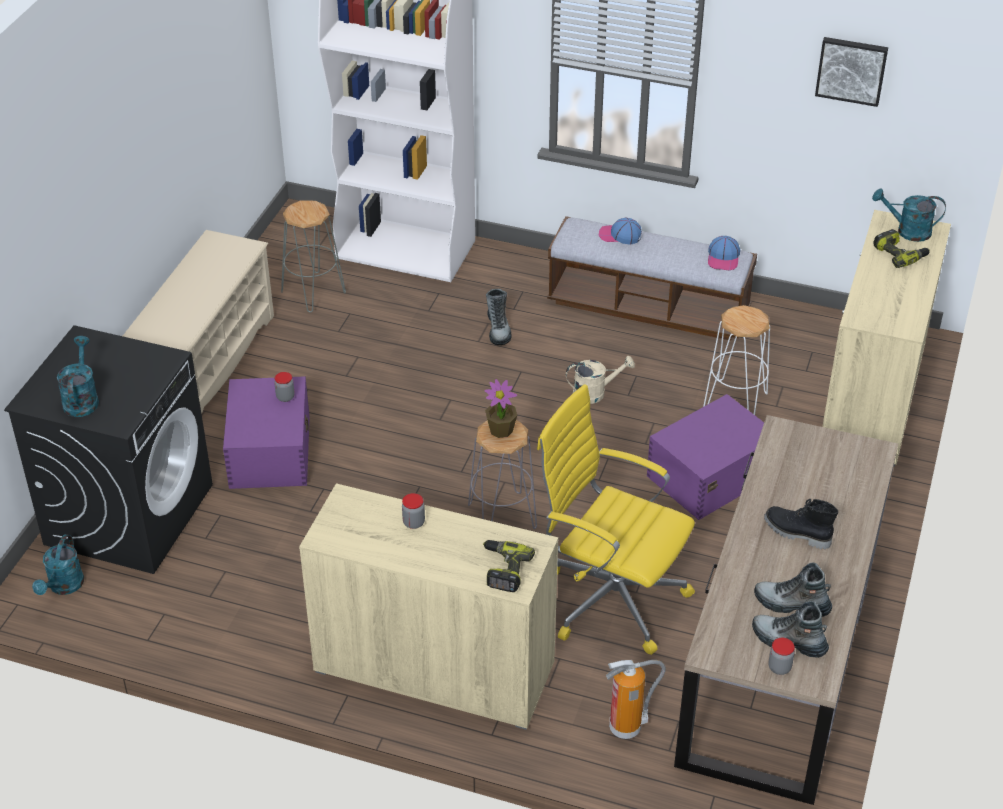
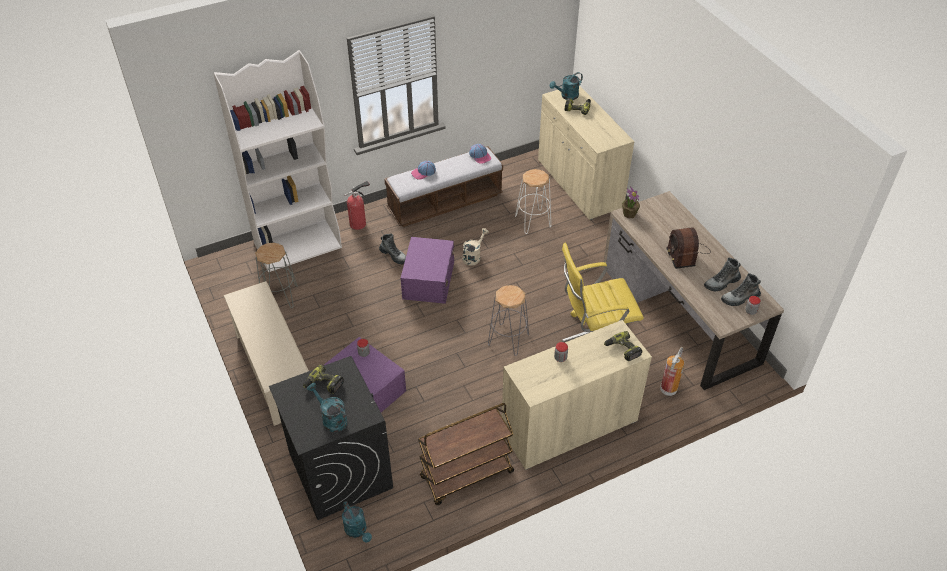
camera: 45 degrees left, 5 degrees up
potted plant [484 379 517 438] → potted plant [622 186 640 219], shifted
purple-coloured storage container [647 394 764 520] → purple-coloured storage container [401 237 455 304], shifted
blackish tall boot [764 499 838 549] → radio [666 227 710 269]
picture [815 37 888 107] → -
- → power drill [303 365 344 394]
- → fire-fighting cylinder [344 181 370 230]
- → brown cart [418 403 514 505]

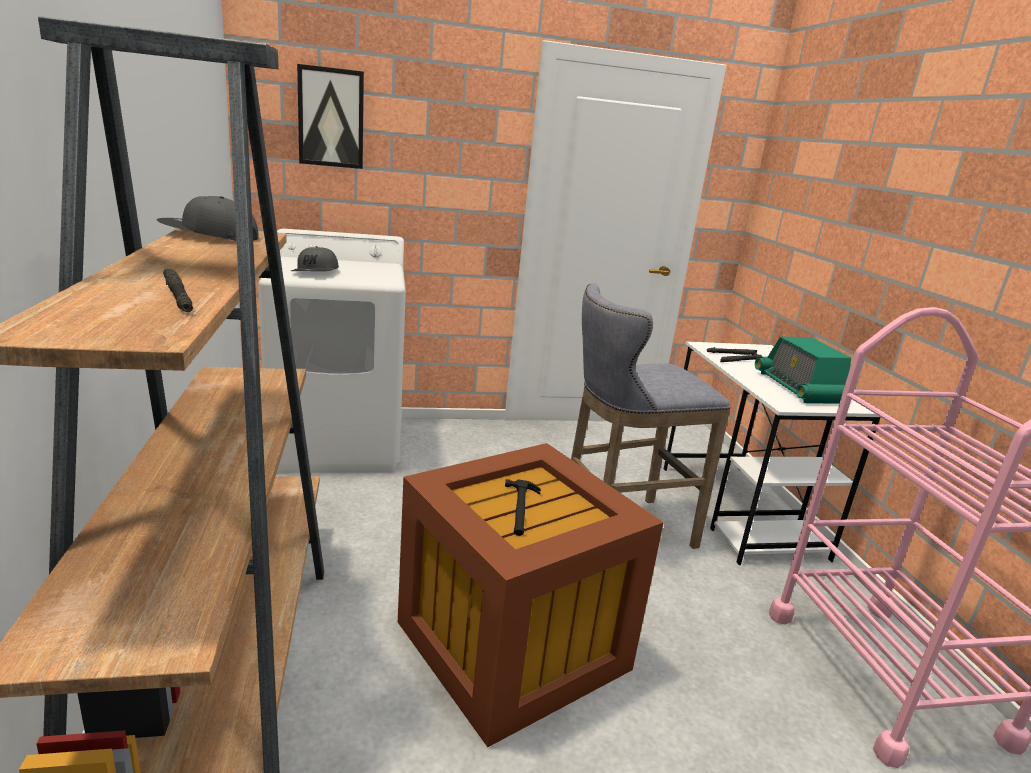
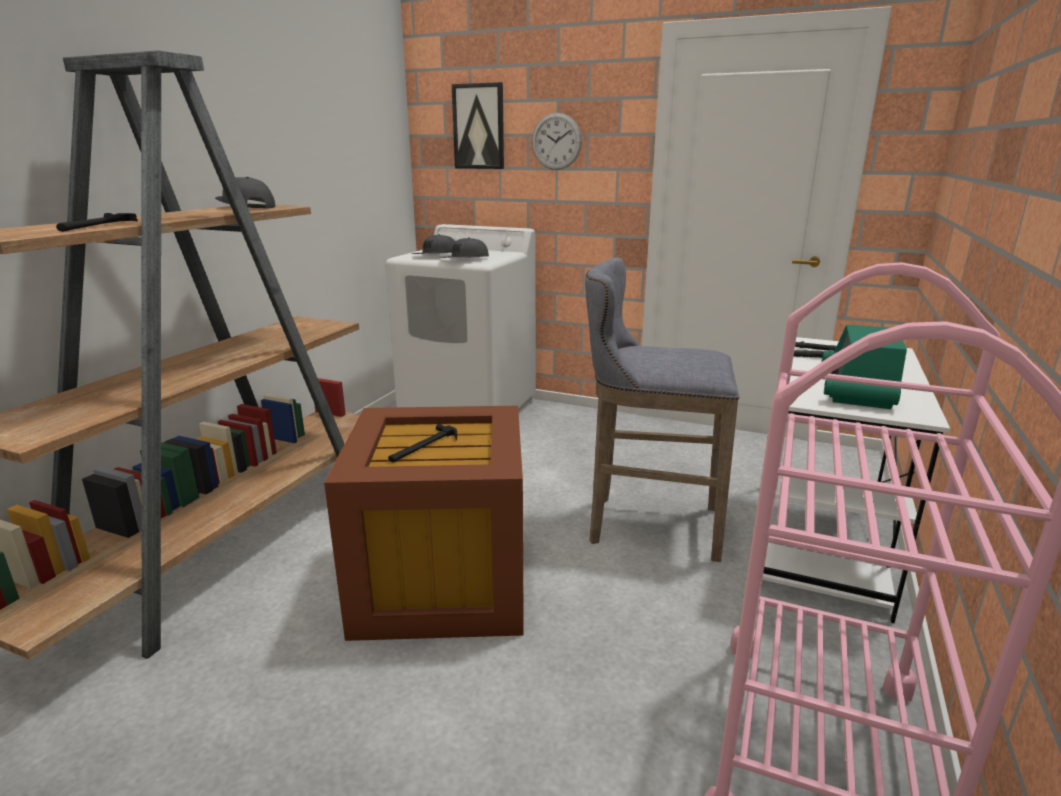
camera: 35 degrees right, 0 degrees up
blackish torch [163 269 193 312] → hammer [56 213 138 232]
- → gray cap [440 237 489 258]
- → clock on the wall [532 113 582 170]

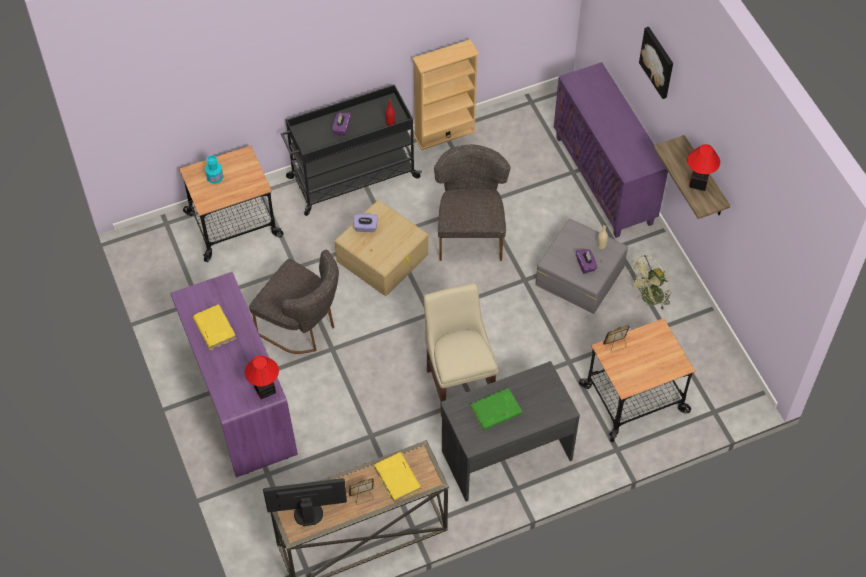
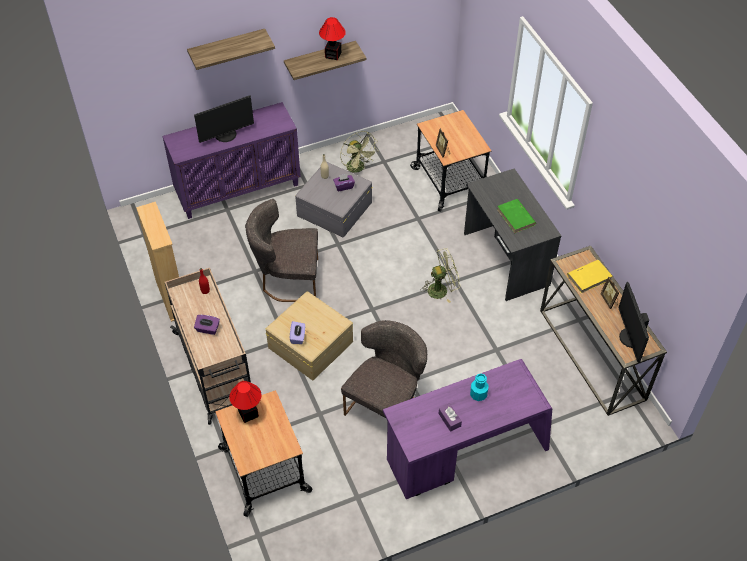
camera: 90 degrees left, 5 degrees down
yellow-coloured volume [193 304 236 350] → purple-coloured tissue holder [439 403 462 432]
turquoise drink bottle [205 155 223 184] → turquoise drink bottle [470 374 488 401], shifted
tabletop lamp [245 356 279 399] → tabletop lamp [229 381 261 423], shifted
blackish cart [281 85 422 216] → beige cart [165 268 251 425]
beige upright chair [424 283 498 417] → green-coloured electric fan [421 248 461 303]
picture [639 27 673 99] → shelf [187 29 275 70]
- → computer display [194 96 254 143]

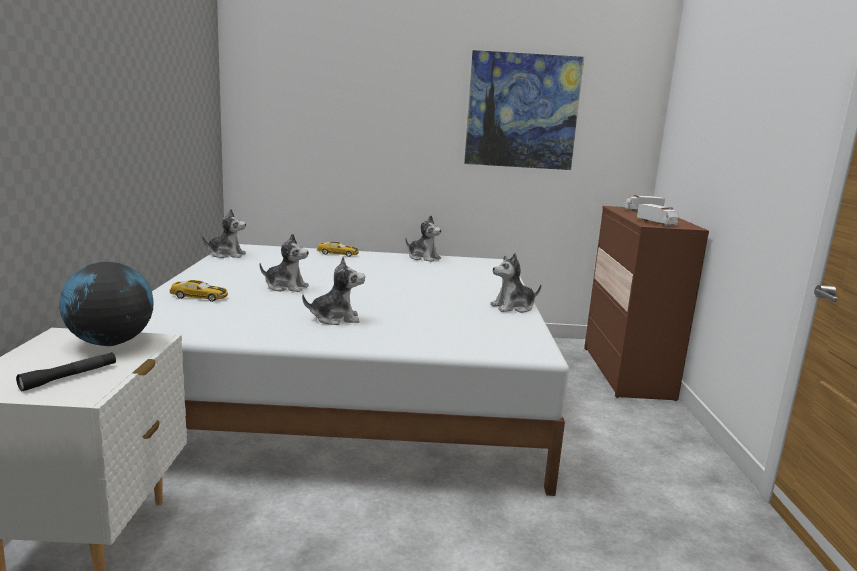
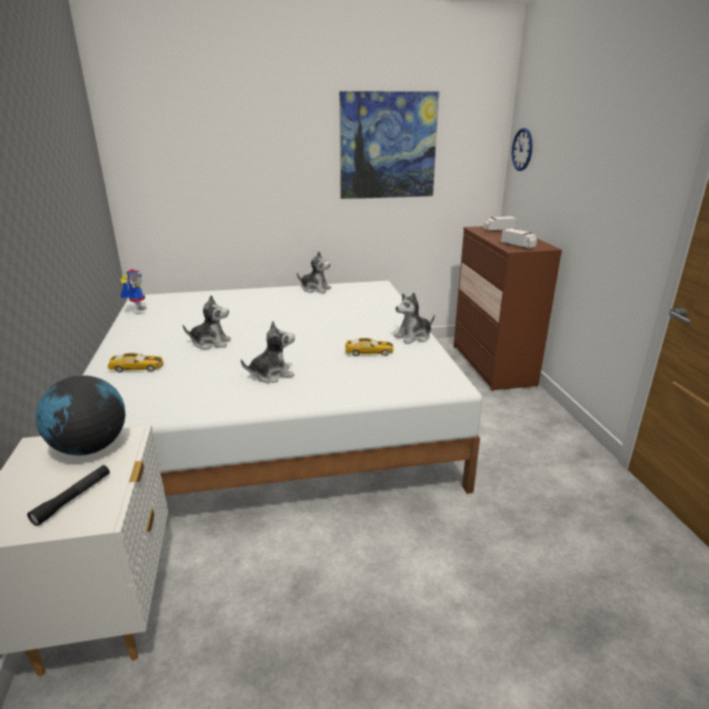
camera: 10 degrees left, 10 degrees up
soft toy [202 209 246 258] → robot figure [120 269 147 314]
miniature car [317 241 359 257] → miniature car [345 338 393 356], shifted
- → clock on the wall [512 128 533 171]

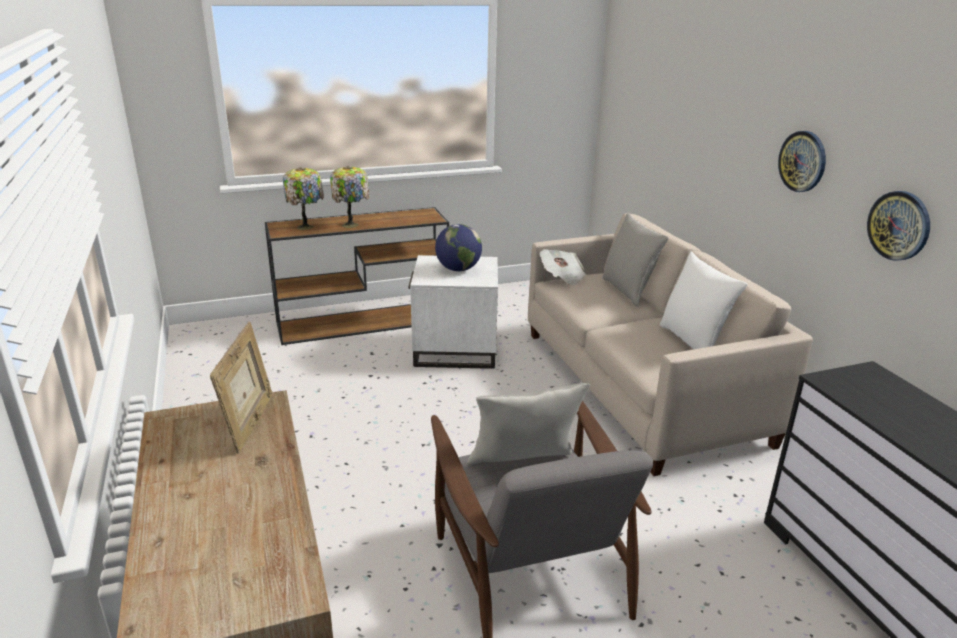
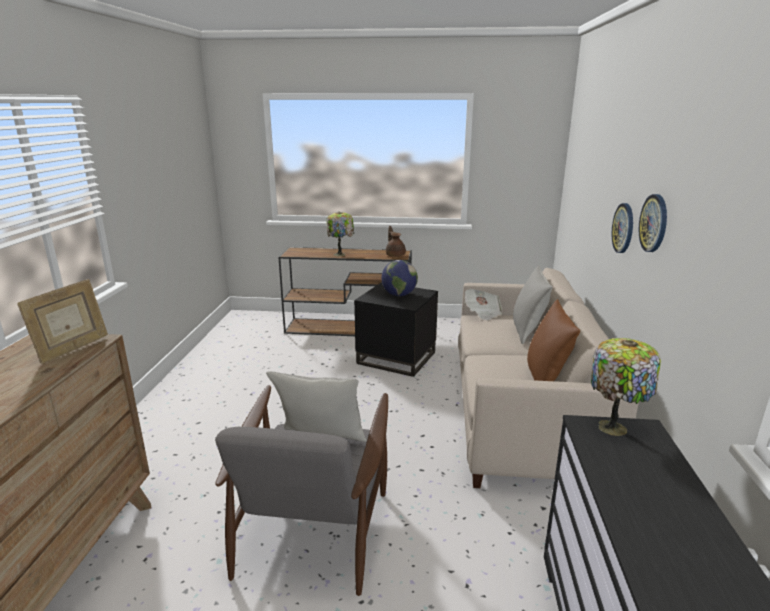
camera: 25 degrees right, 5 degrees down
tabletop lamp [283 167 324 230] → tabletop lamp [591 338 661 436], shifted
white side table [409 255 498 369] → blackish side table [354 282 438 377]
white throw pillow [660 251 748 349] → brown throw pillow [527 299 580 381]
clock on the wall [867 191 930 261] → clock on the wall [612 203 633 253], shifted
- → brown pot for tea [386 226 406 257]

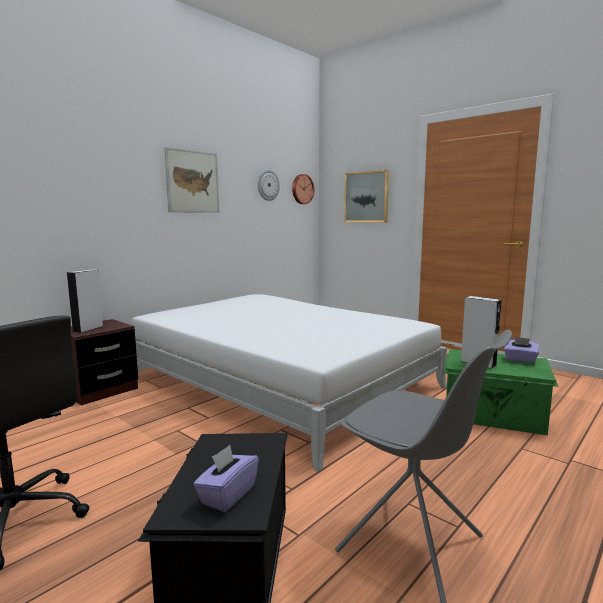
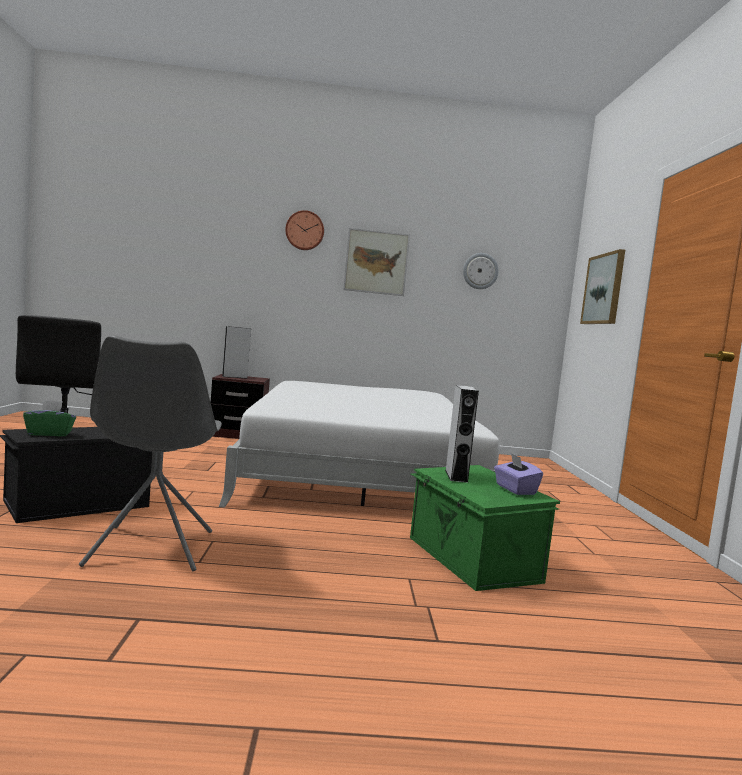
camera: 45 degrees right, 5 degrees down
purple-coloured tissue holder [193 445 259 512] → green-coloured tissue holder [23 400 76 436]
clock on the wall [292 174 314 204] → clock on the wall [285 210 324 250], shifted

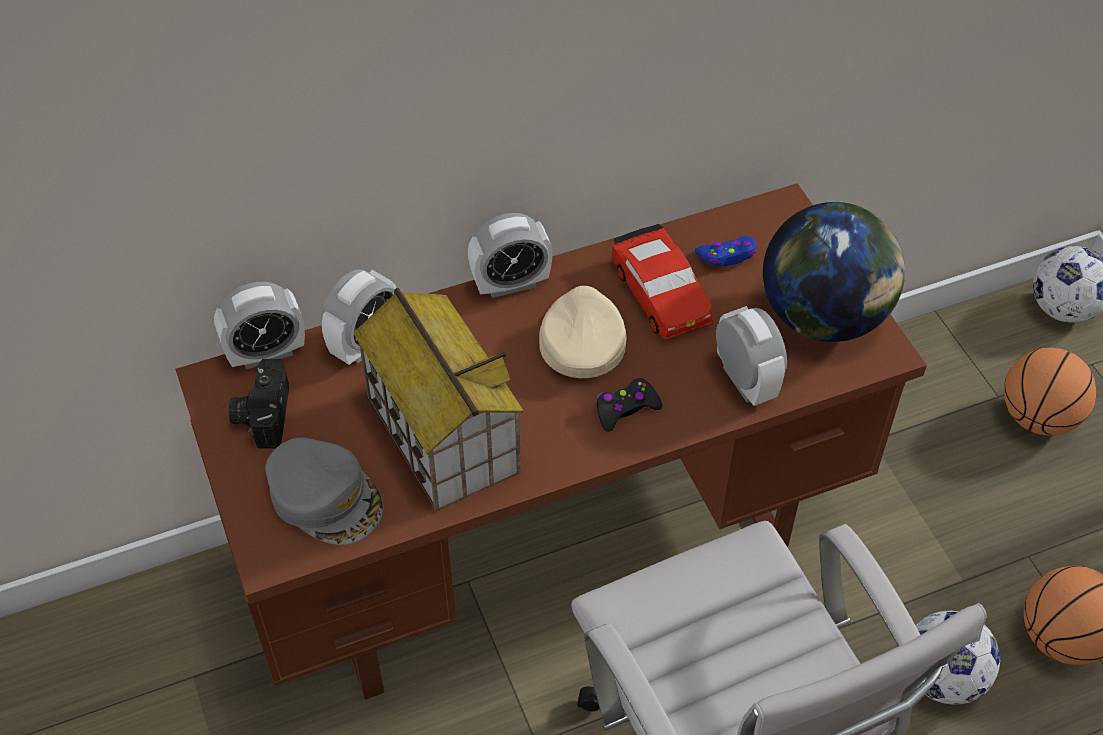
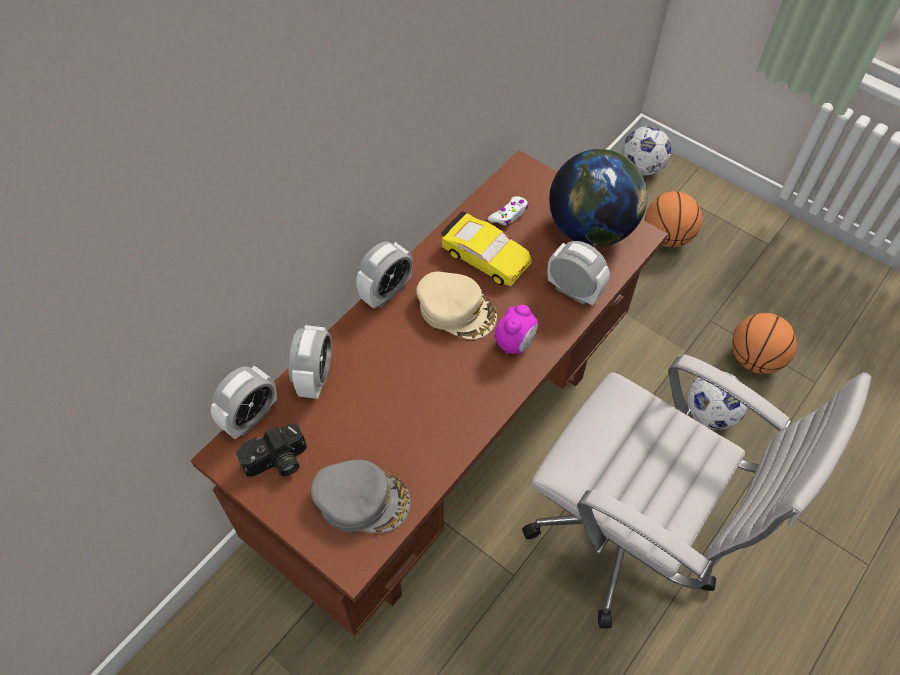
camera: 30 degrees left, 5 degrees up
photo camera [229 359 289 448] → photo camera [236 423 307 477], 90 degrees counterclockwise
miniature house [353 288 524 512] → -
beige cap [539 286 627 378] → beige cap [416 271 497 339], 150 degrees clockwise
blackish gamepad [596 378 662 432] → alarm clock [495 305 538 354]
red-coloured miniature car [612 224 713 340] → yellow-coloured miniature car [440 211 532 286]
blue gamepad [695 236 757 266] → white gamepad [488 196 529 225]

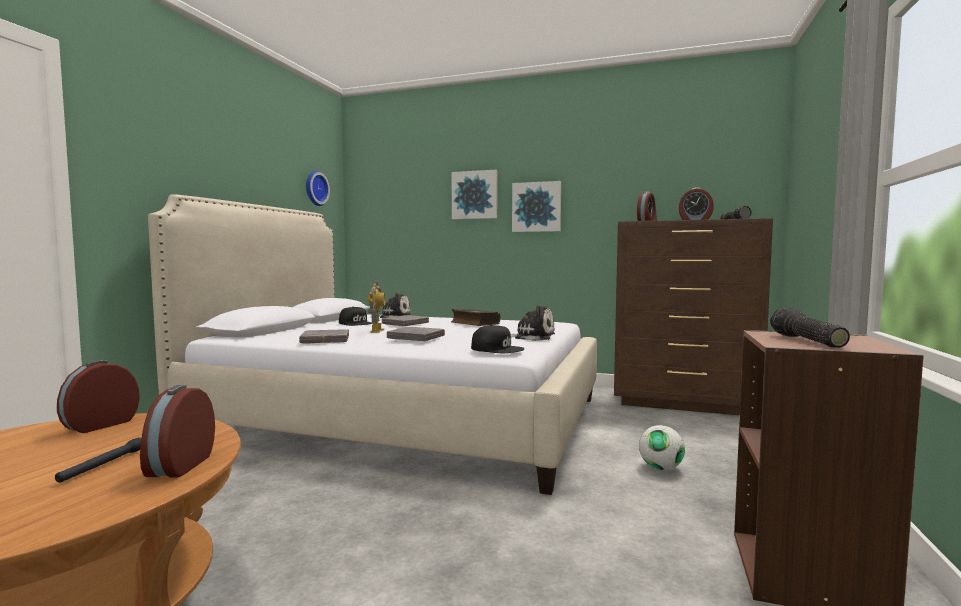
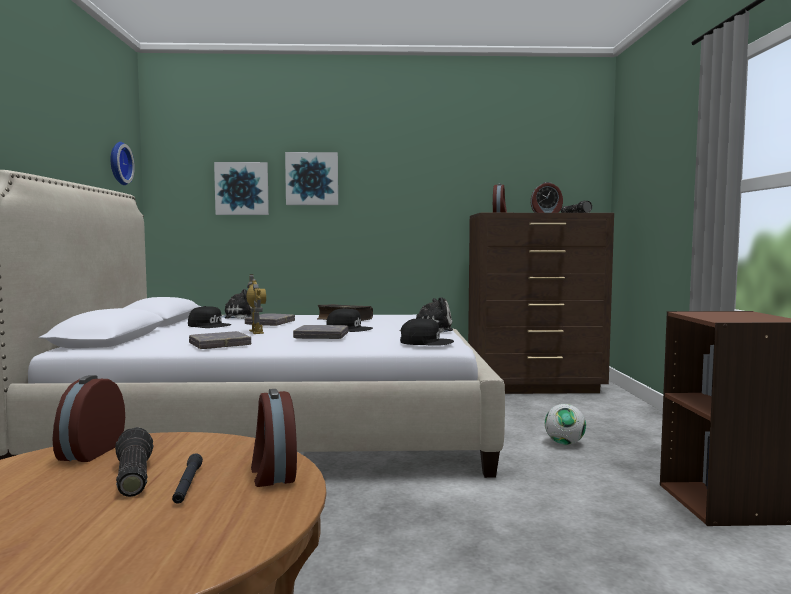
camera: 20 degrees left, 0 degrees up
picture [512 181 561 232] → picture [214 162 269 215], shifted
torch [770 308 850 348] → torch [115 427 154 497], shifted
- → blackish cap [327 308 373 332]

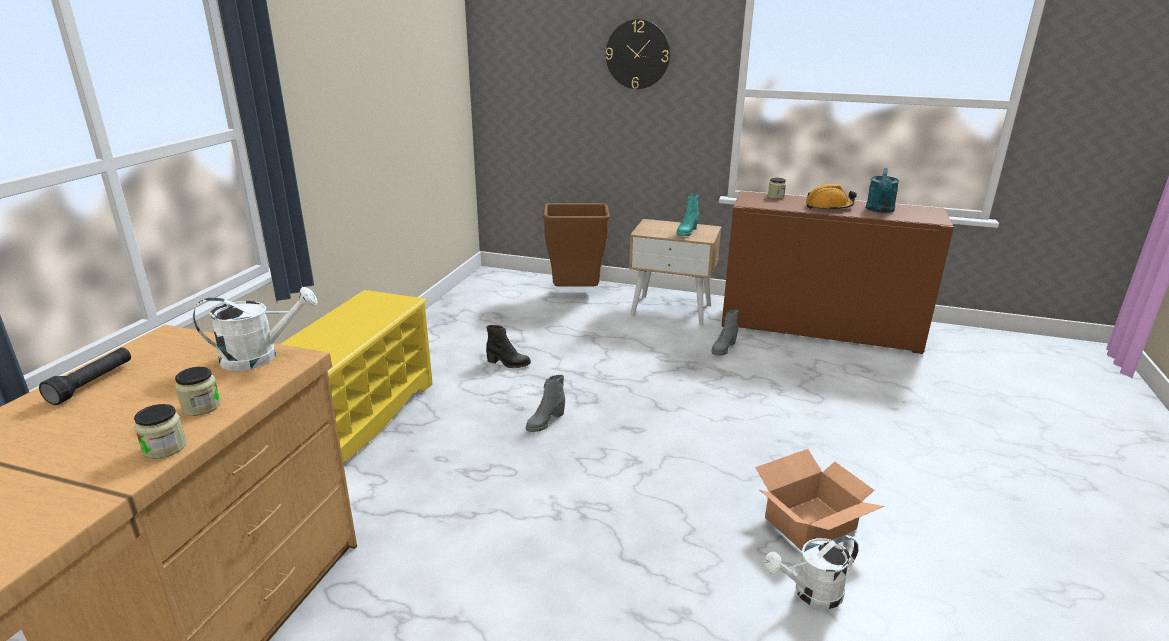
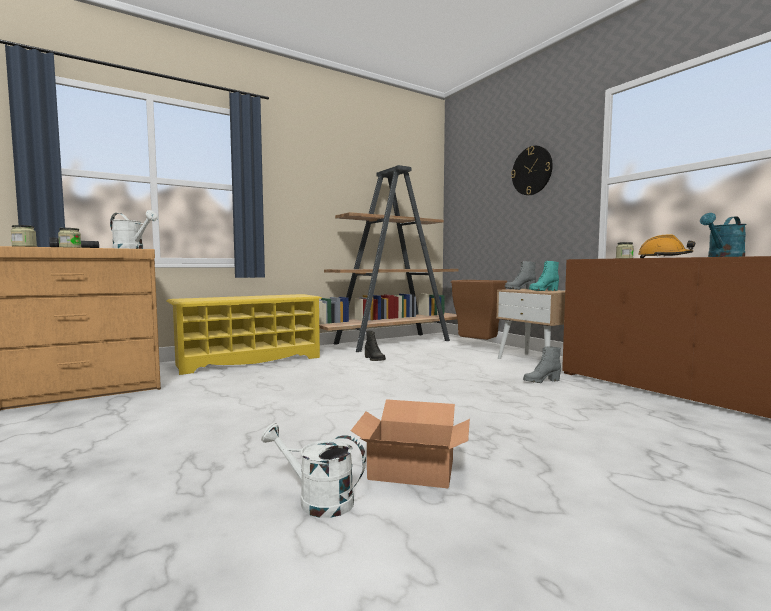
camera: 40 degrees right, 20 degrees down
gray tall boot [526 375 565 432] → gray tall boot [505 261 536 290], shifted
- → brown bookcase [319 165 459 352]

